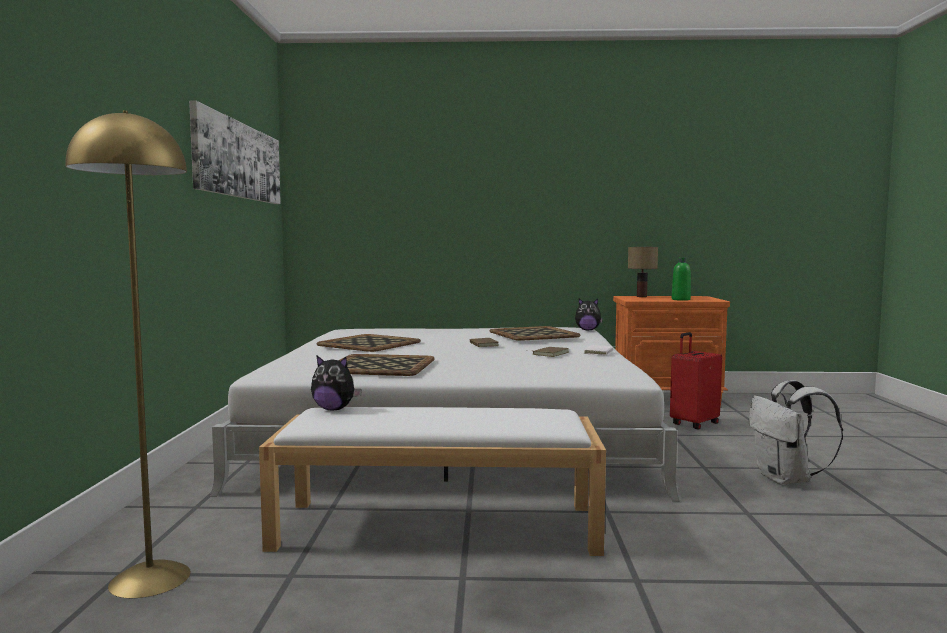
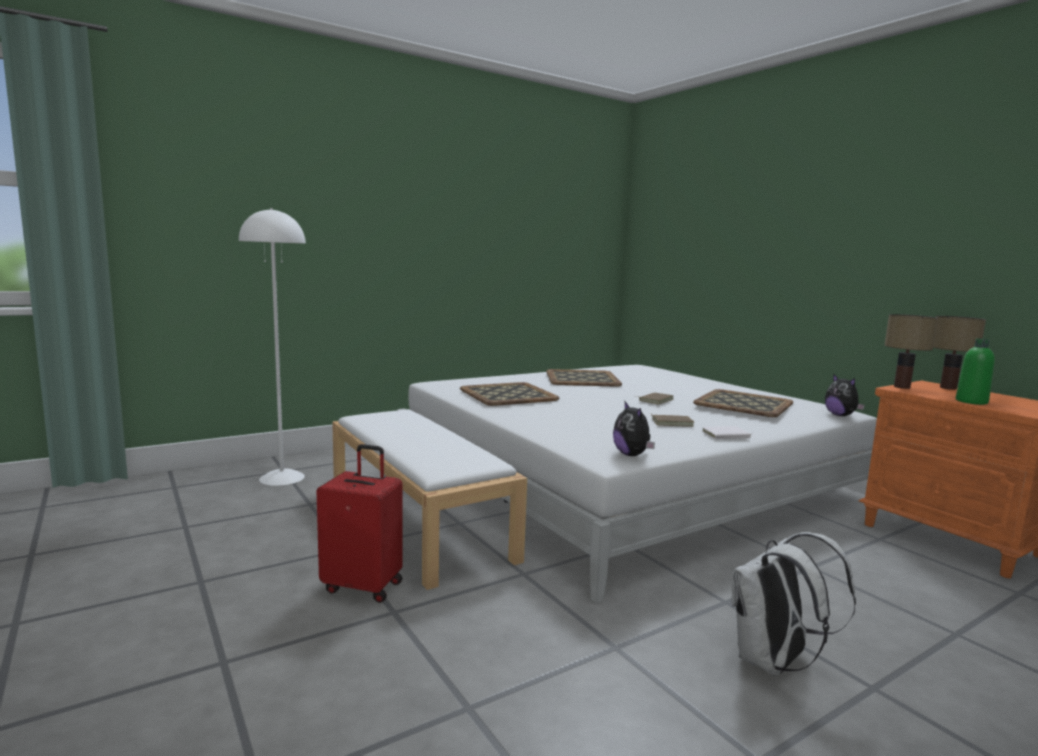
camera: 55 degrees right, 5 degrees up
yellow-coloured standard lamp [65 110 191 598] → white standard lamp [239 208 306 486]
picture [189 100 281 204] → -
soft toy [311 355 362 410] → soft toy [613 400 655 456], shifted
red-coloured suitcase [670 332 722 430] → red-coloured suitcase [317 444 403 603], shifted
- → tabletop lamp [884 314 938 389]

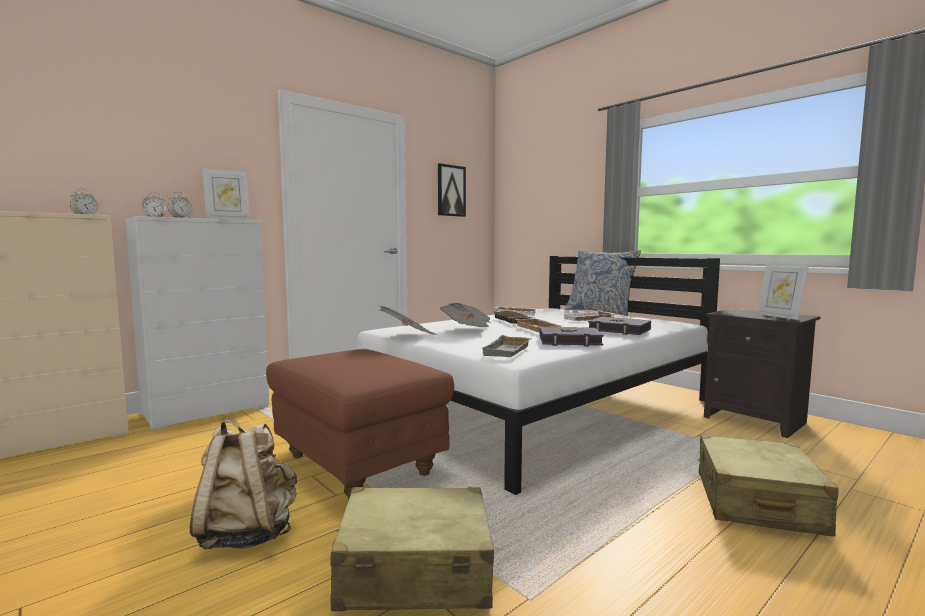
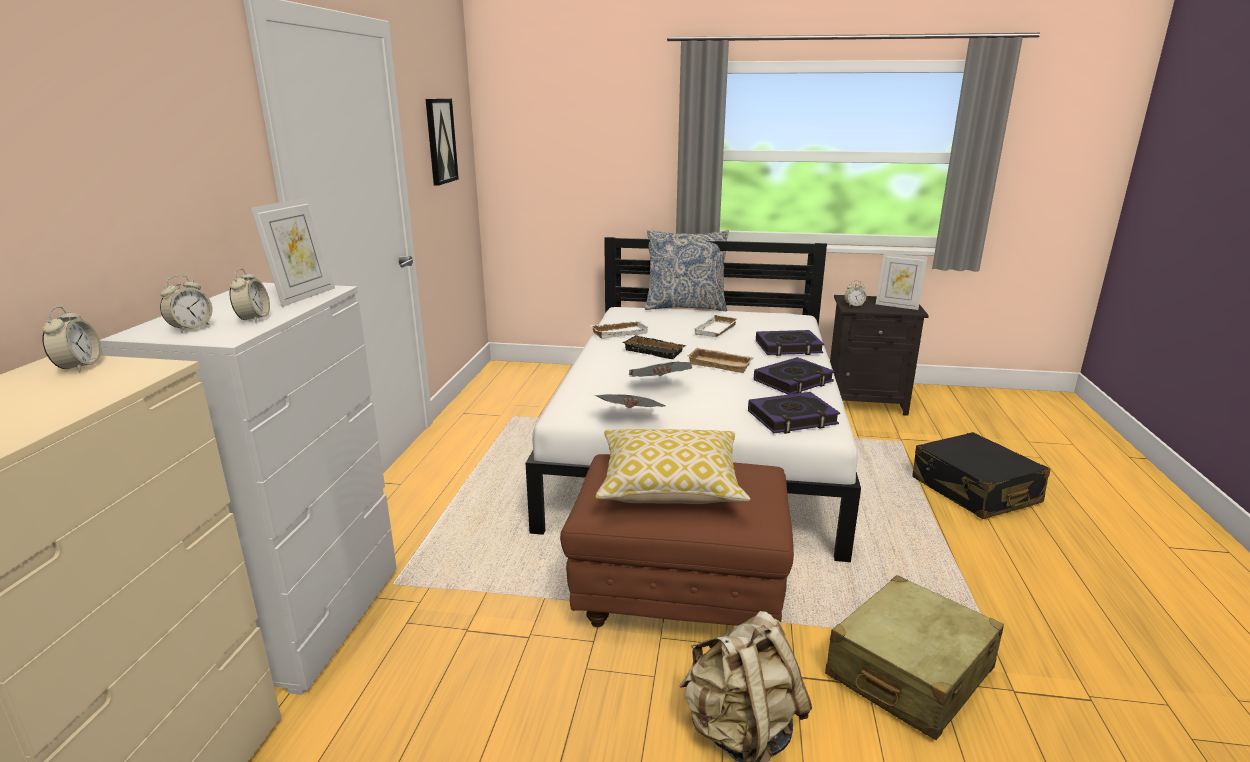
camera: 40 degrees left, 15 degrees up
gray carrying tray [482 335 532 357] → volume [748 392 840 434]
beige suitcase [698 435 839 537] → blackish suitcase [912 432 1050 519]
- → throw pillow [596 429 751 504]
- → alarm clock [844 280 866 306]

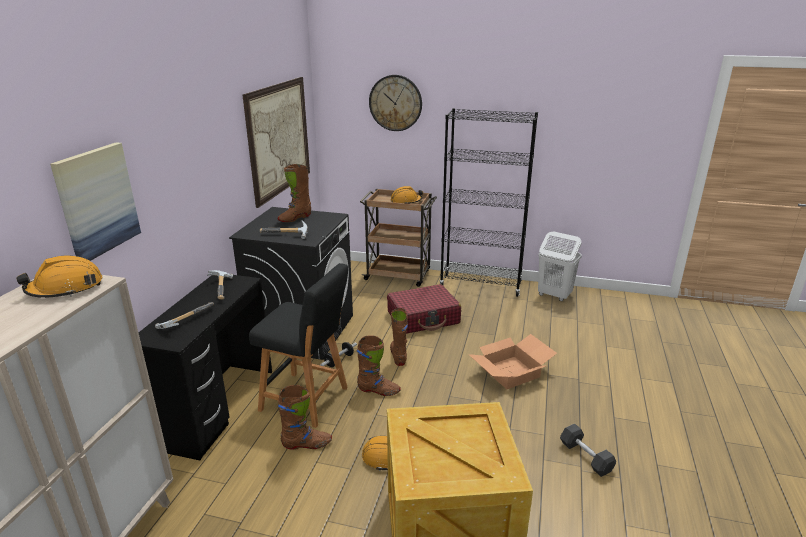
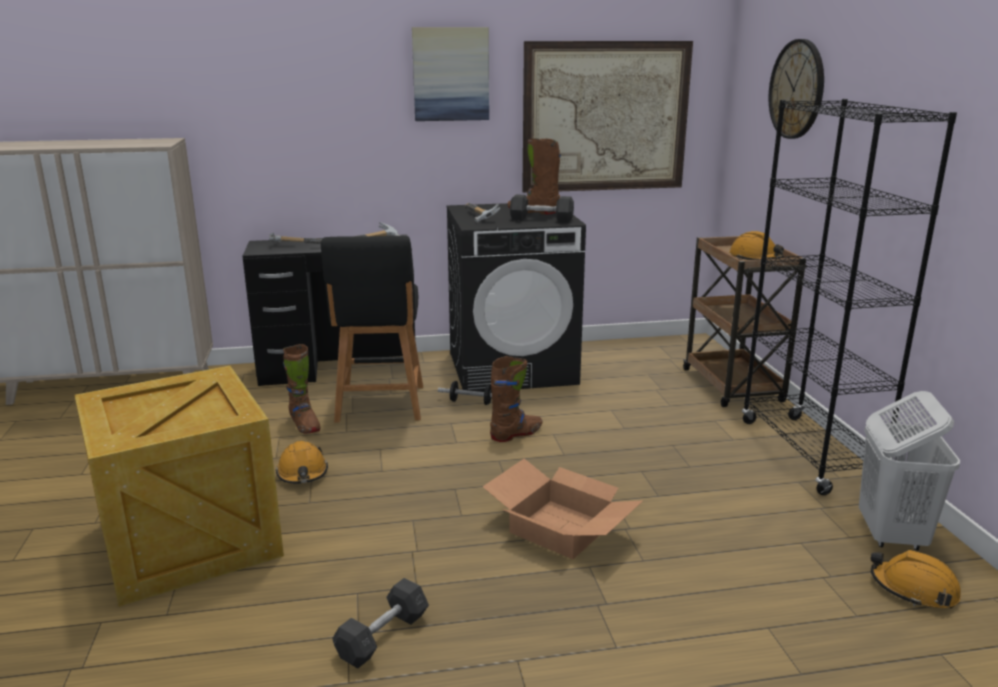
camera: 65 degrees right, 5 degrees down
orange-coloured hard hat [16 255 103 298] → orange-coloured hard hat [871 550 961 608], shifted
picture [50 142 141 261] → picture [412 27 489 121], shifted
brown tall boot [357 335 401 396] → -
red-coloured suitcase [387 284 461 334] → -
- → gray hand weight [510 195 574 223]

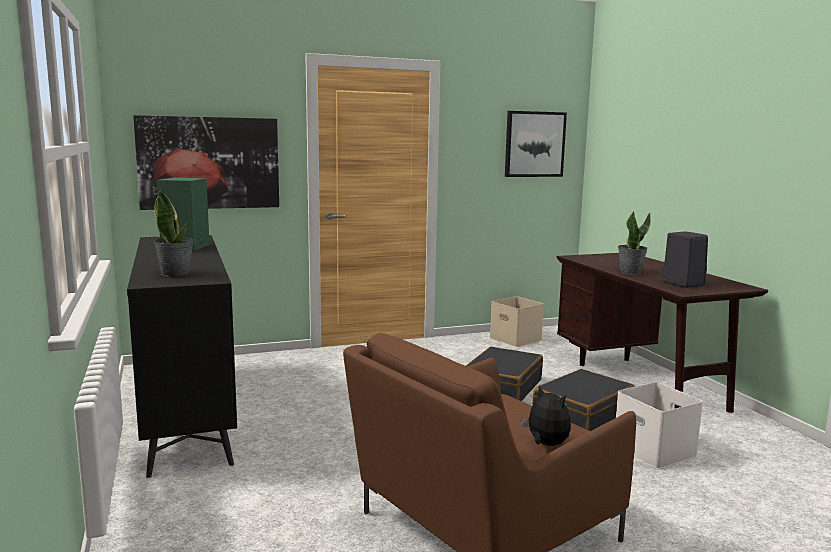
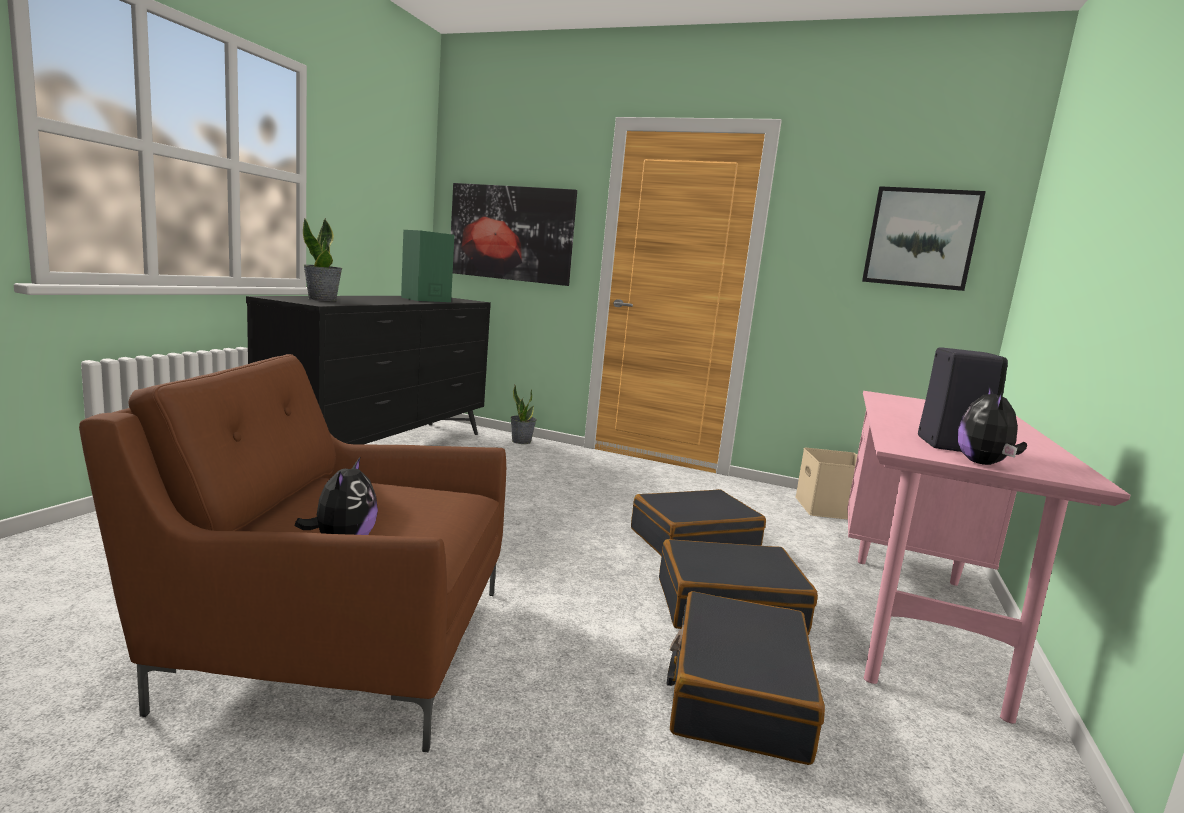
camera: 40 degrees right, 0 degrees up
brown desk [557 253 768 413] → pink-coloured desk [847 391 1130 724]
white storage container [616 382 703 469] → blackish suitcase [666 591 825 765]
potted plant [618 211 651 275] → potted plant [510 385 537 444], shifted
- → soft toy [957 386 1027 465]

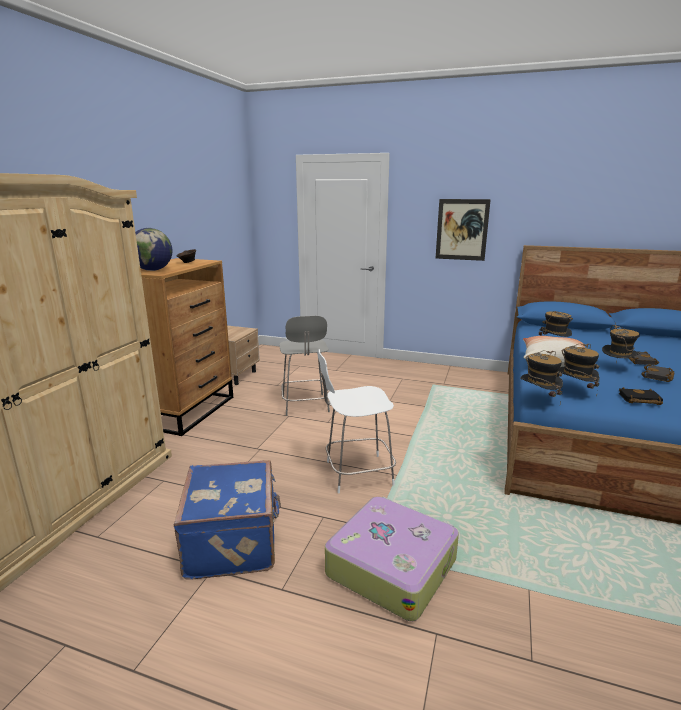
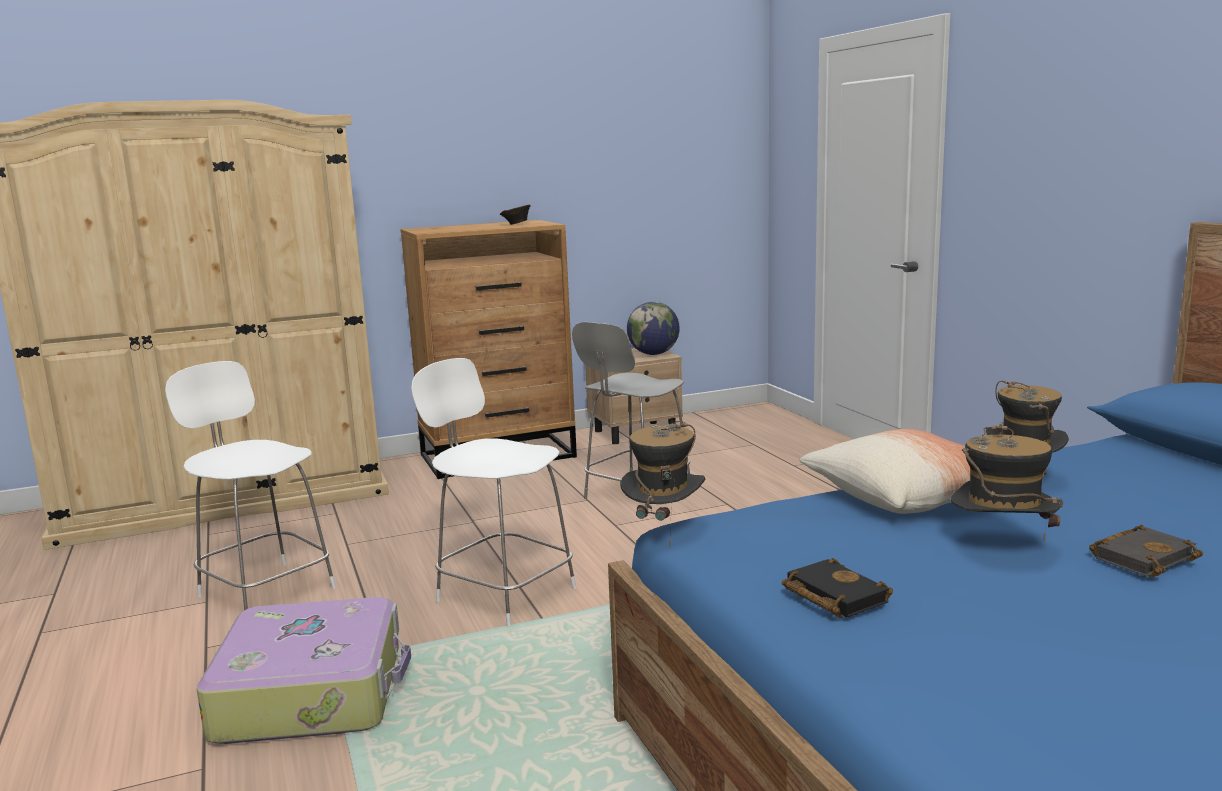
camera: 50 degrees right, 5 degrees down
desk globe [135 228 172 271] → desk globe [627 302 680 355], shifted
blue suitcase [174 460 281 580] → white upright chair [165 361 336 611]
picture [436 199 491 261] → -
wearable hat [558 344 599 397] → -
blackish volume [641 364 675 382] → -

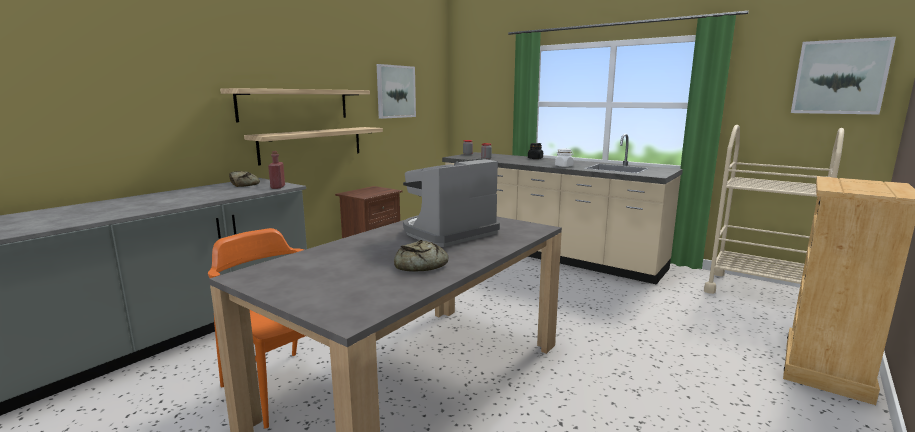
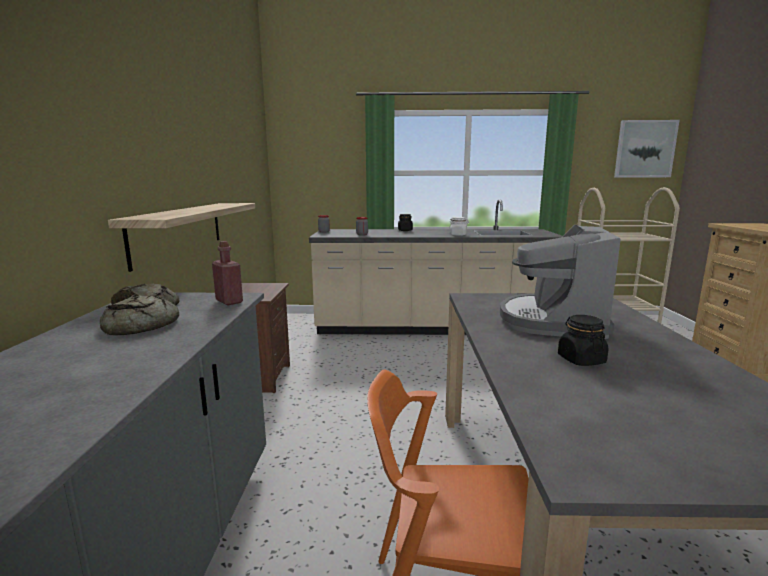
camera: 35 degrees left, 0 degrees up
shelf [220 88 370 122] → -
picture [377 64 416 119] → -
bakery bread [394 240 448 272] → bakery bread [100 295 179 335], shifted
- → blackish storage jar [558 315 608 366]

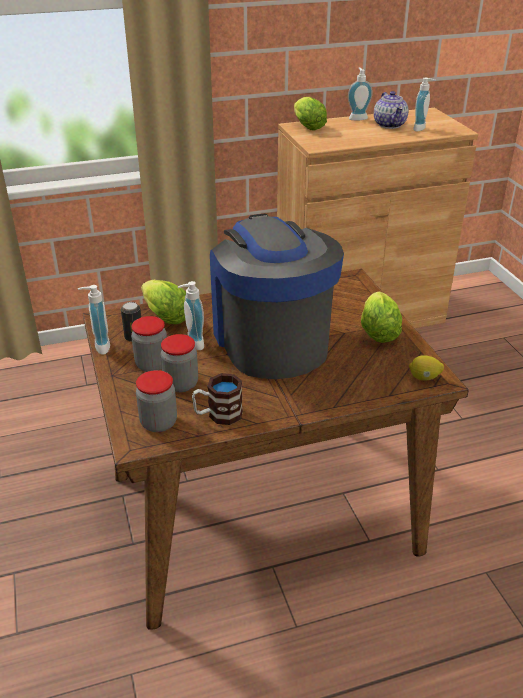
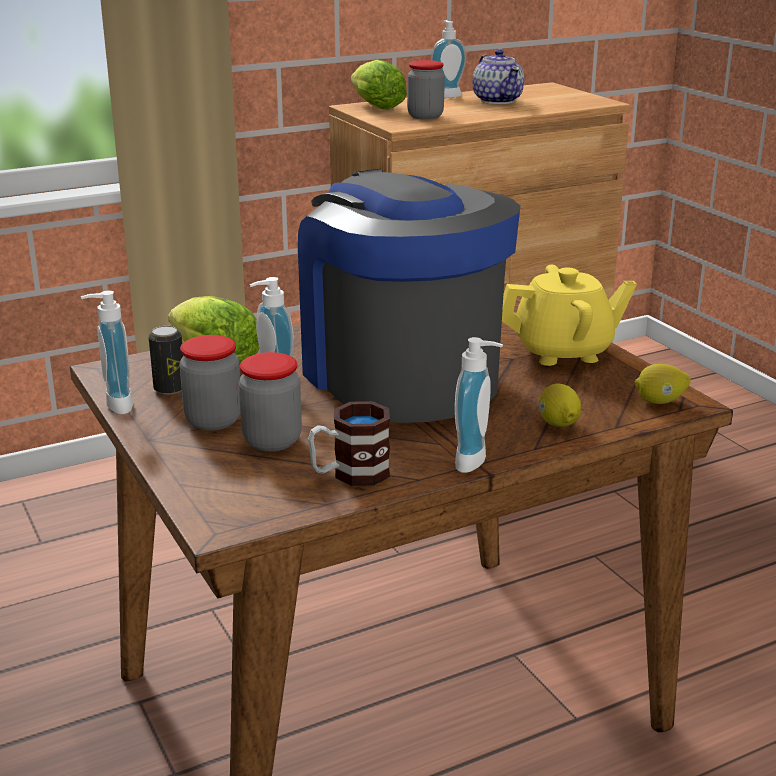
camera: 10 degrees left, 10 degrees down
storage jar [136 370 177 432] → storage jar [407 60 445 120], shifted
lettuce [361 292 402 343] → yellow-coloured pot for tea [502 265 637 366]
soap bottle [413 78 436 131] → soap bottle [455 337 503 473], shifted
- → lemon [539 384 581 427]

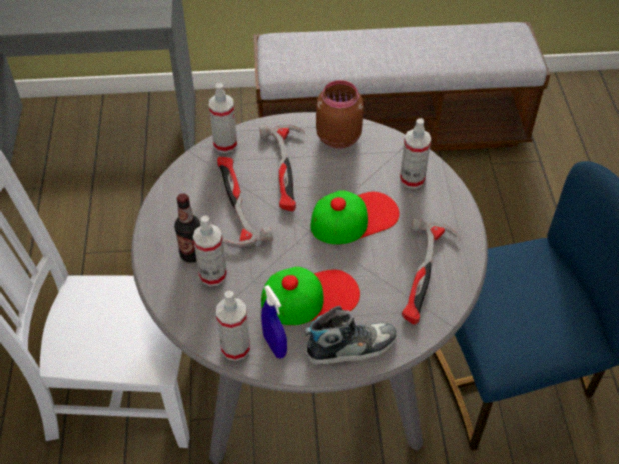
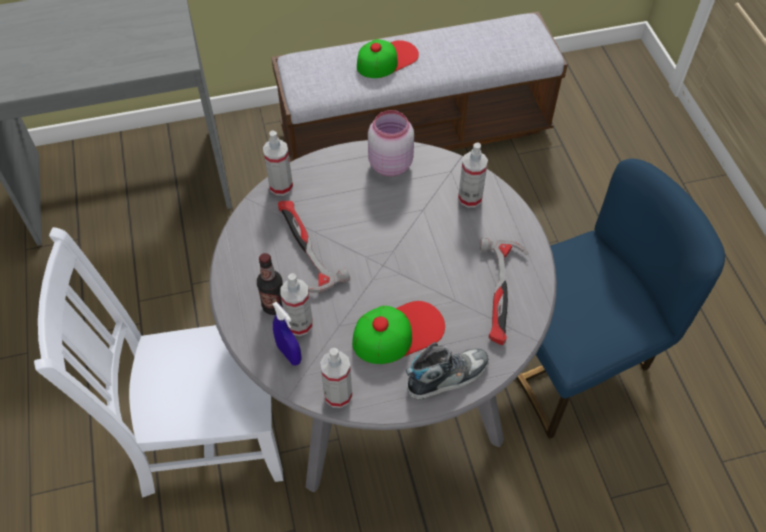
camera: 10 degrees left, 5 degrees up
hammer [259 125 305 211] → -
blue sprayer [261 285 287 359] → blue sprayer [272 302 302 366], shifted
cap [310 190 400 245] → cap [357 39 419 78], shifted
brown storage jar [316 80 364 149] → pink-coloured storage jar [368 110 414 176]

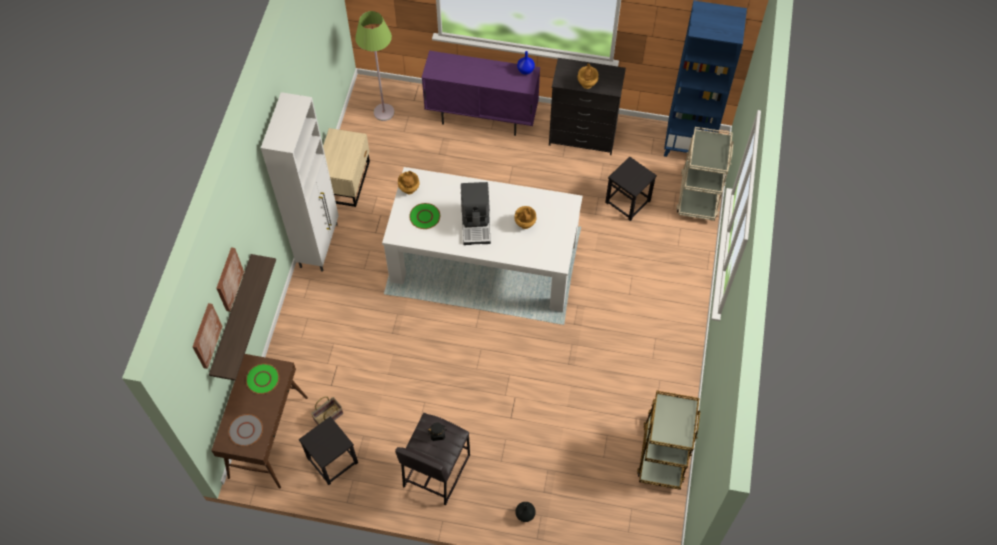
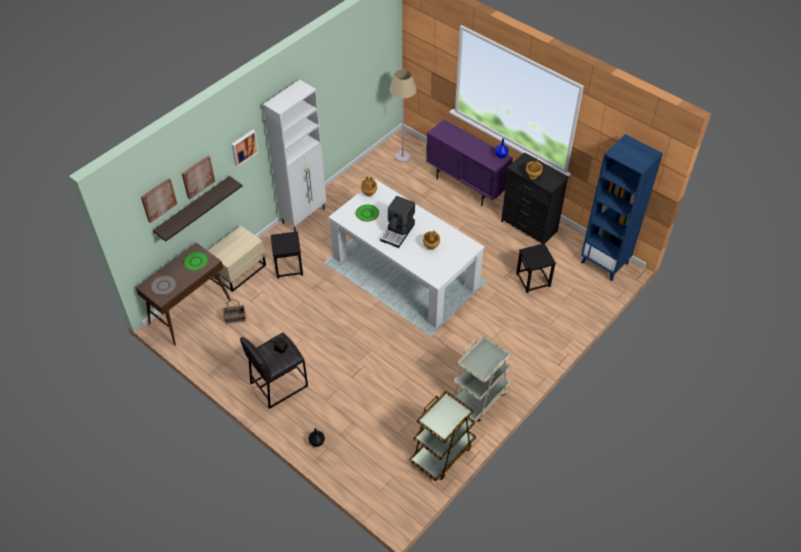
camera: 30 degrees right, 10 degrees down
blackish sitting stool [299 416 358 485] → blackish sitting stool [271 231 303 279], shifted
beige night table [323 128 370 207] → beige night table [207 226 266 292], shifted
green-coloured standard lamp [355 11 394 121] → beige standard lamp [390 69 417 162]
beige cart [676 127 734 221] → beige cart [453 335 512 422], shifted
- → picture [231 130 259 167]

